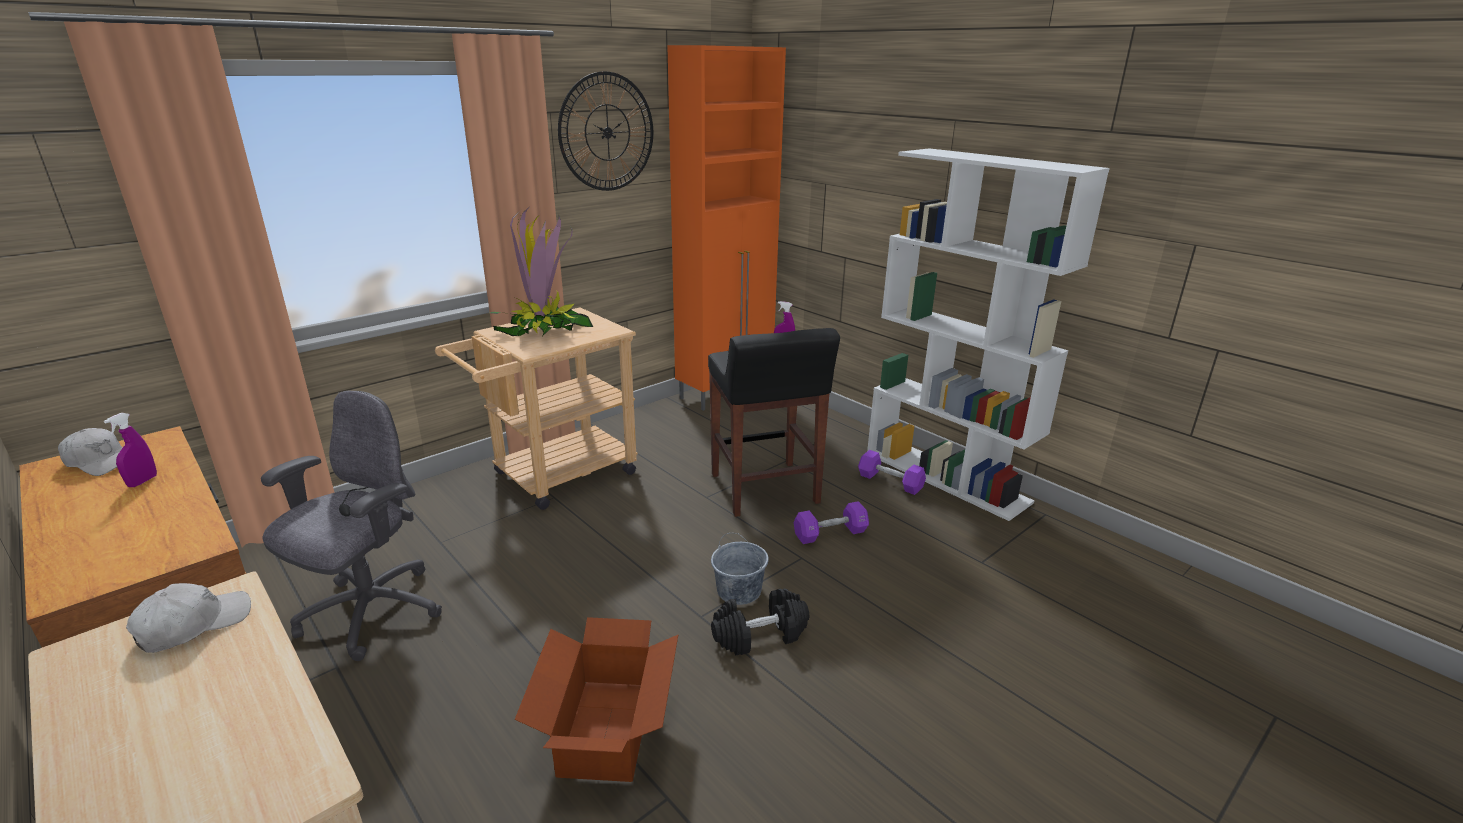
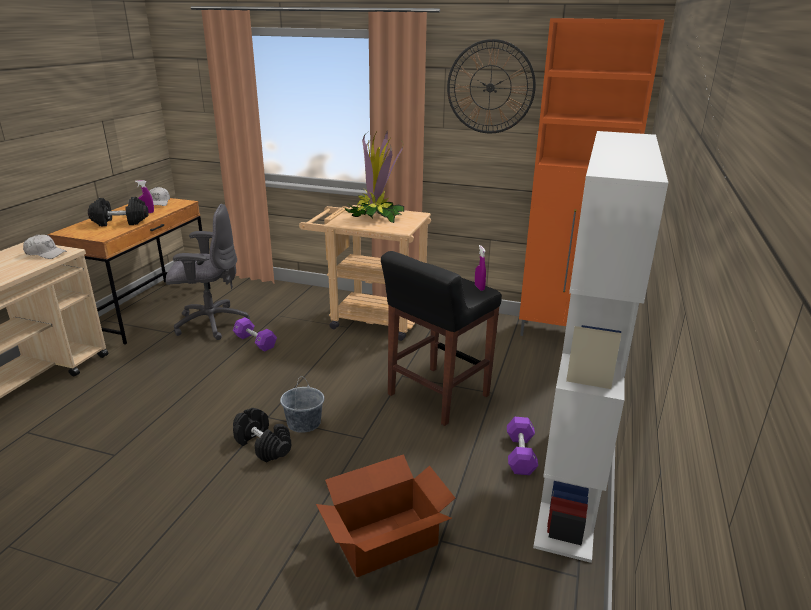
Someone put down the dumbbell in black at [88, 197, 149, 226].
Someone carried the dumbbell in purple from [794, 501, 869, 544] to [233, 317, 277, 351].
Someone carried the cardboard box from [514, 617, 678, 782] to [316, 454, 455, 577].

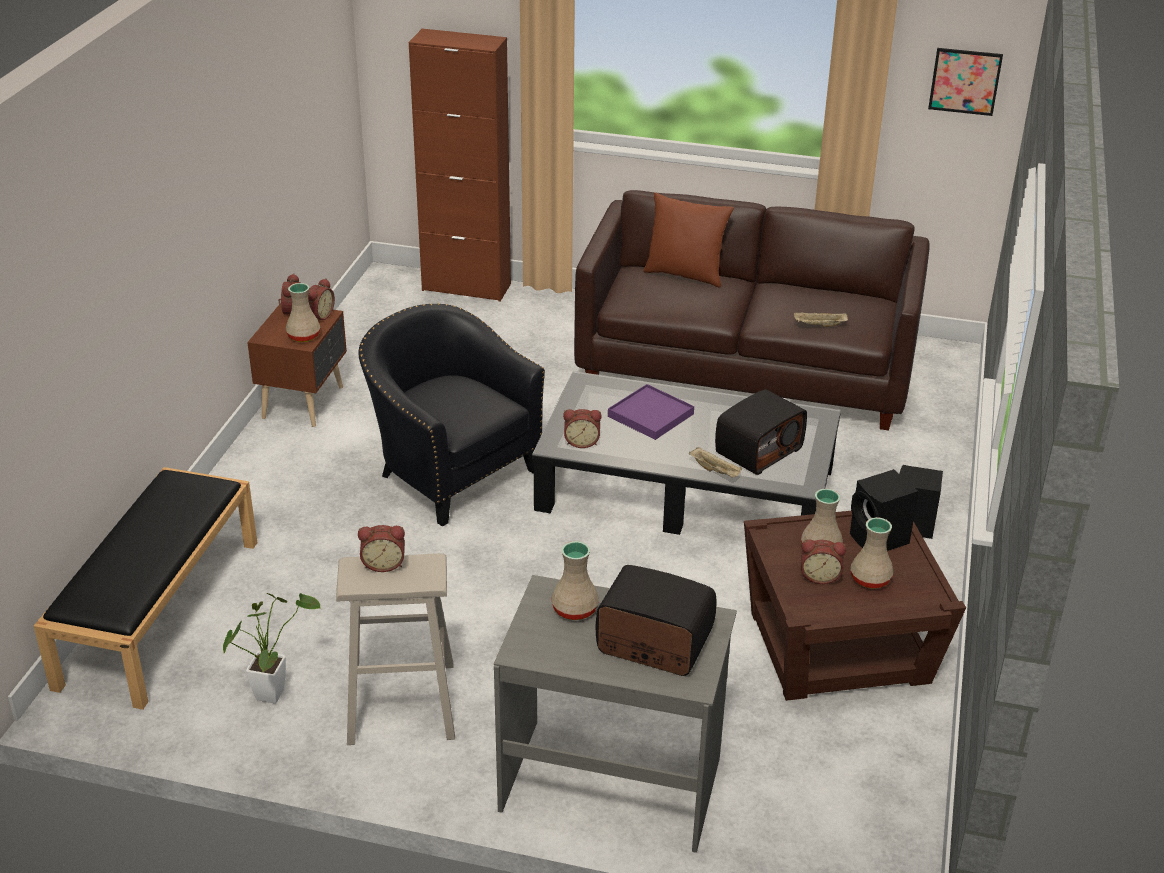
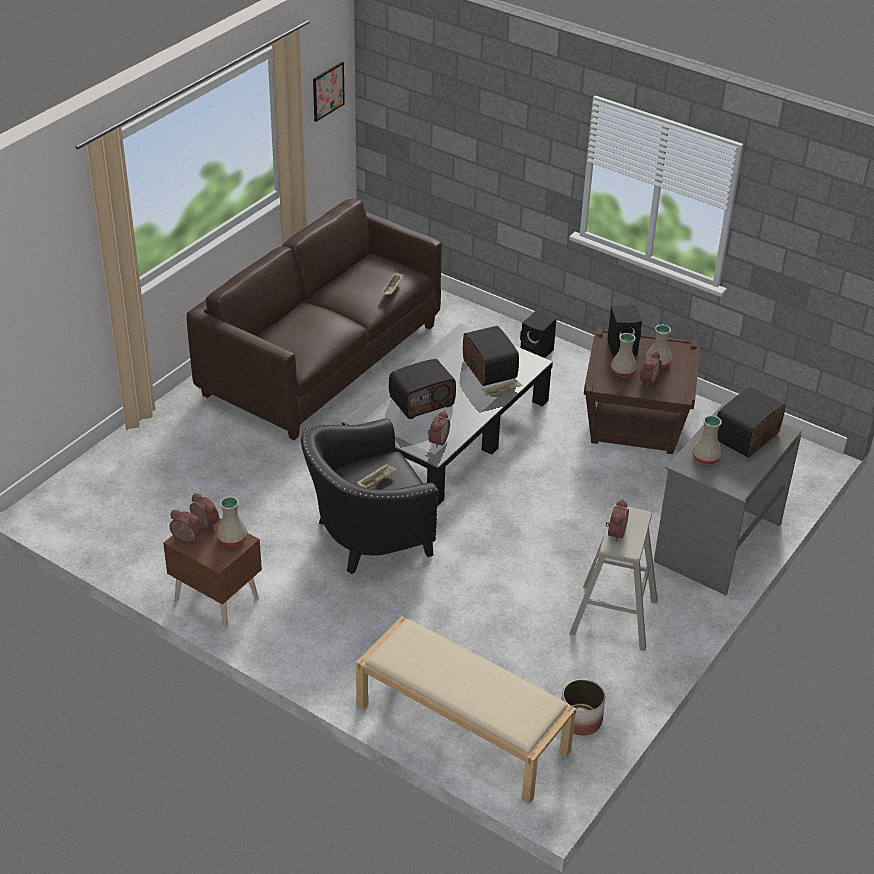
Someone repainted the bench in black at [34, 467, 257, 710], which became the bench in beige at [356, 616, 576, 804].
Someone put down the tray in beige at [357, 463, 397, 488].
Someone swapped the tray in purple at [608, 384, 694, 440] for the radio at [389, 359, 456, 419].
Someone put down the planter at [561, 679, 605, 735].
Someone took away the potted plant at [223, 593, 321, 704].
Someone took away the cabinet in brown at [409, 29, 511, 302].
Someone took away the pillow in brown at [643, 192, 734, 288].

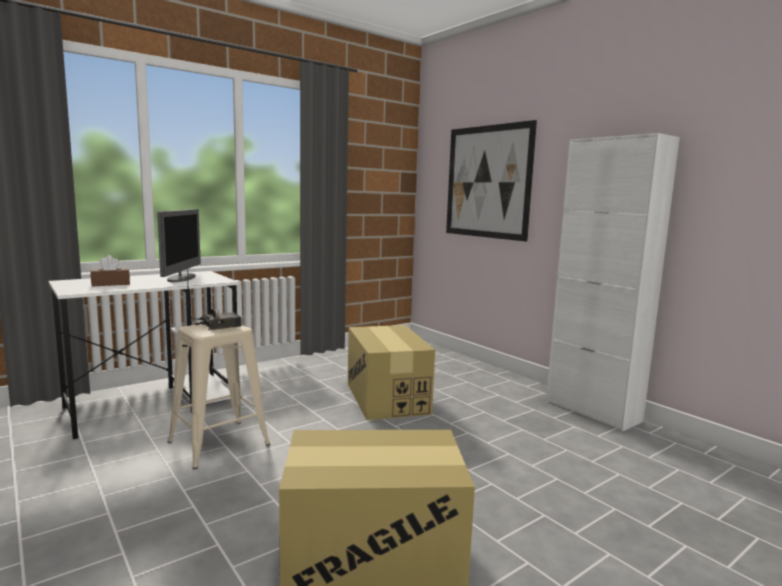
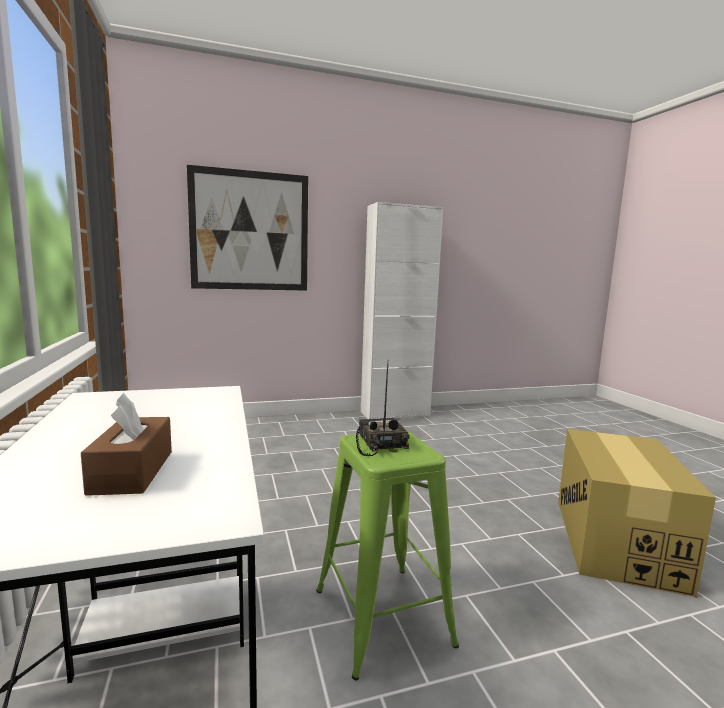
Someone repainted the stool in beige at [168, 324, 270, 469], which became the stool in green at [316, 430, 459, 681].
Someone took away the monitor at [157, 209, 201, 282].
Someone took away the cardboard box at [348, 325, 435, 420].

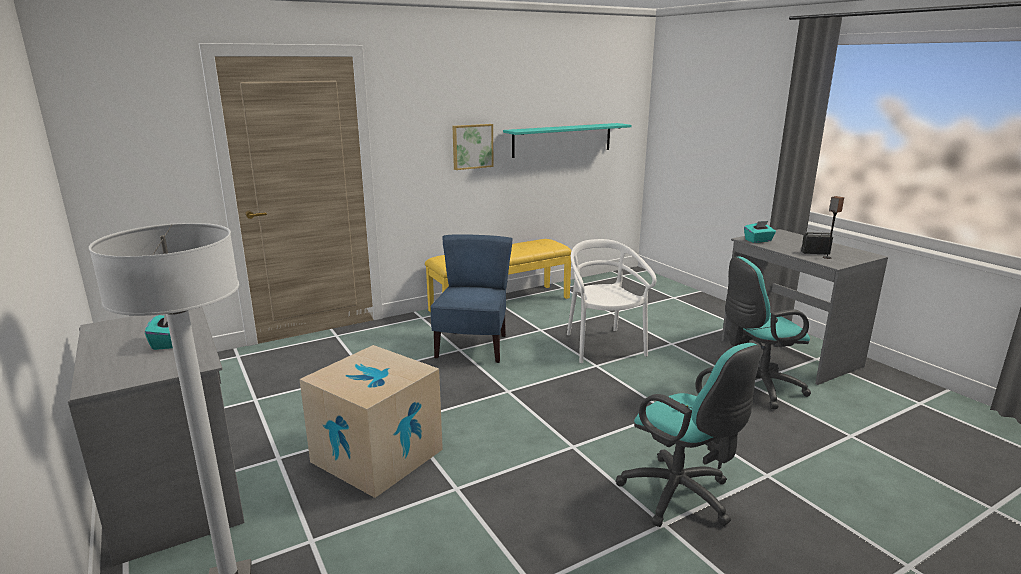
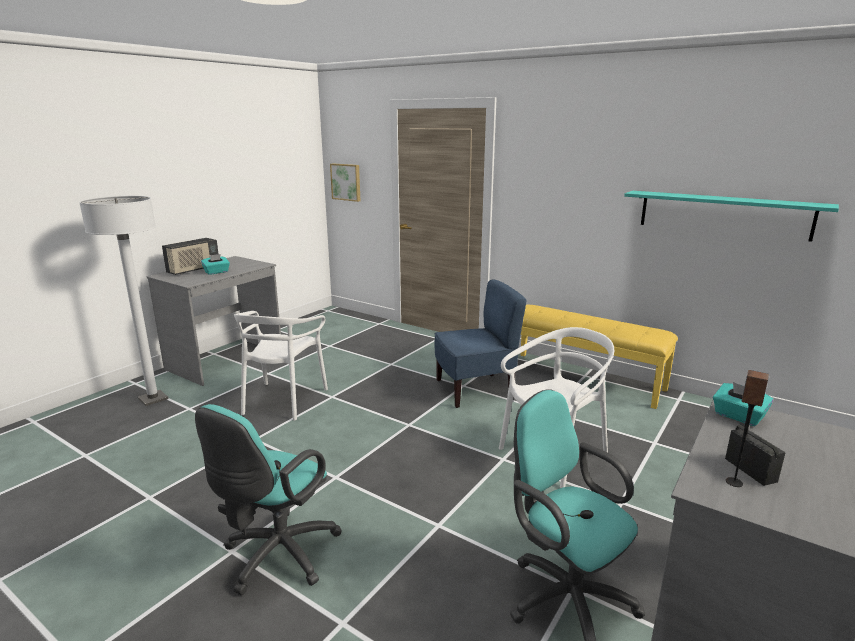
Someone put down the radio at [162, 238, 218, 275].
Someone swapped the cardboard box at [299, 345, 443, 498] for the chair in white at [234, 311, 328, 421].
Someone carried the picture from [452, 124, 494, 170] to [330, 164, 360, 202].

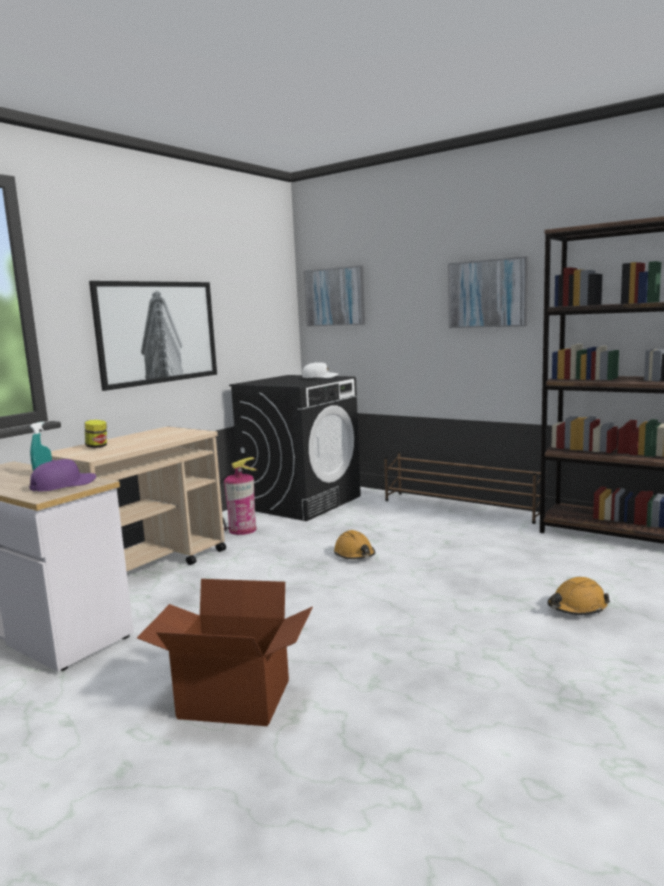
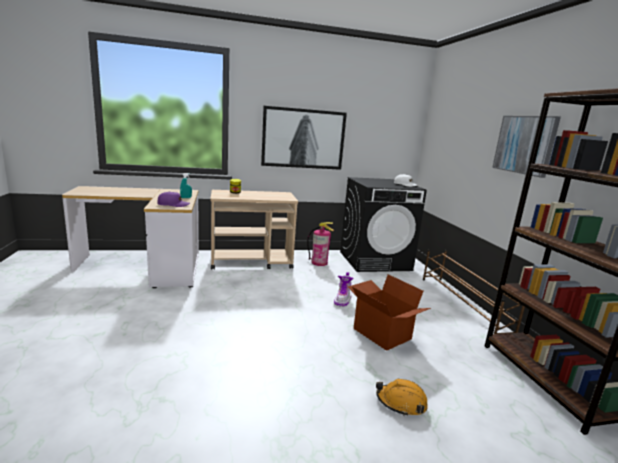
Someone swapped the hard hat in orange at [334, 530, 375, 559] for the boot at [334, 272, 354, 307].
Someone carried the cardboard box from [137, 579, 313, 726] to [348, 274, 431, 351].
Someone took away the picture at [304, 265, 365, 327].

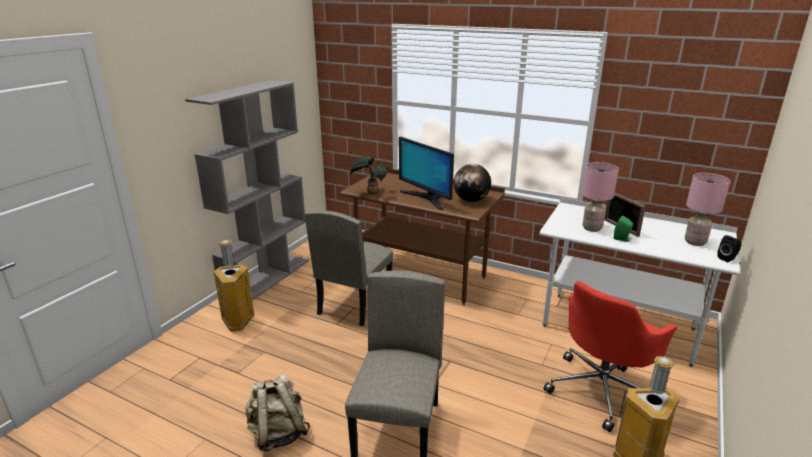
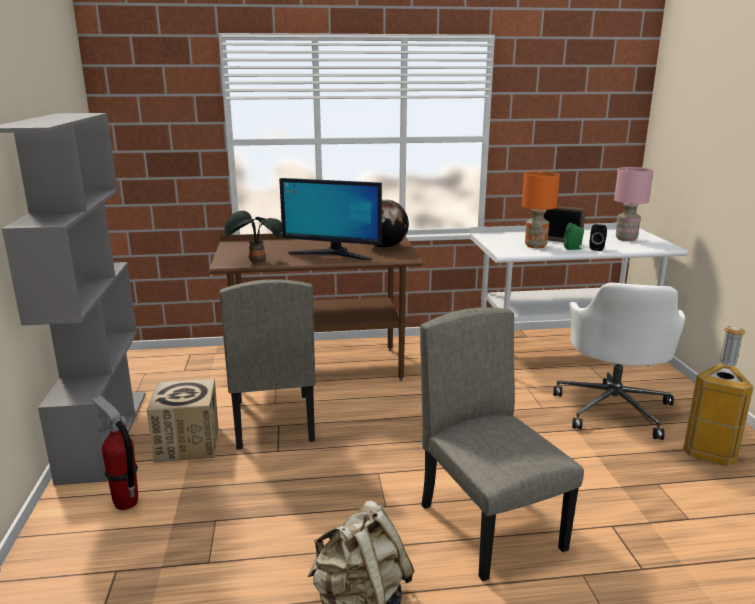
Someone swapped the trash can at [214, 240, 254, 332] for the fire extinguisher at [92, 396, 138, 510].
Someone put down the cardboard box at [147, 378, 218, 462].
Someone repainted the table lamp in pink at [582, 162, 619, 232], which became the table lamp in orange at [522, 171, 560, 248].
Someone repainted the office chair in red at [544, 282, 677, 432], which became the office chair in white at [553, 283, 686, 440].
Someone carried the speaker in black from [717, 235, 742, 262] to [589, 224, 607, 251].

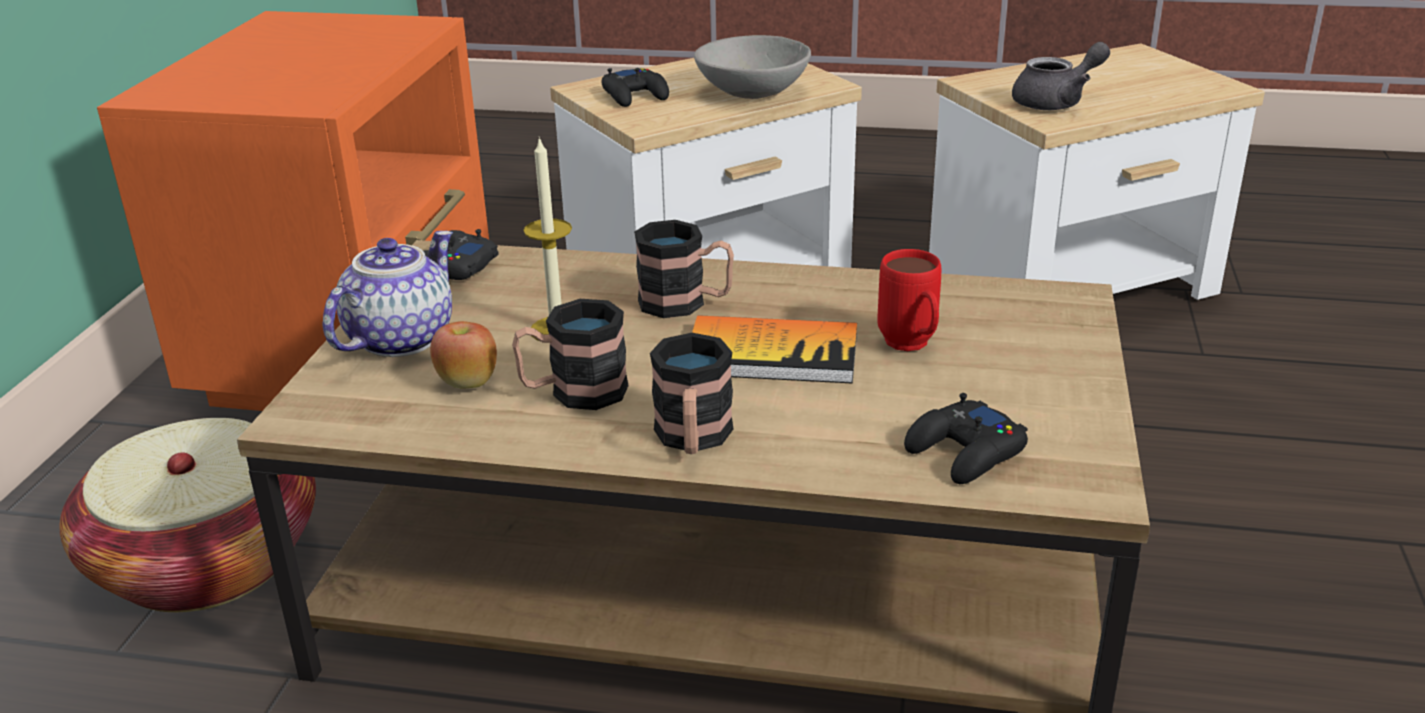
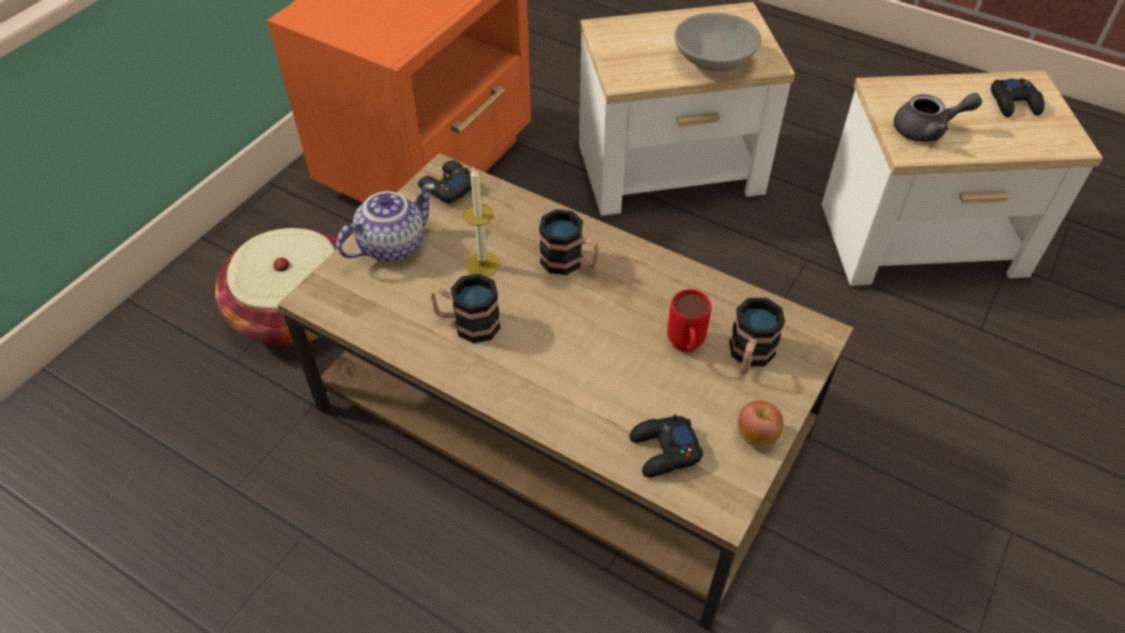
Someone carried the mug from [650, 333, 734, 454] to [729, 298, 785, 374].
Someone carried the apple from [430, 321, 497, 388] to [738, 400, 784, 447].
Someone carried the game controller in black from [601, 68, 669, 107] to [991, 78, 1045, 117].
Someone took away the book at [692, 315, 857, 384].

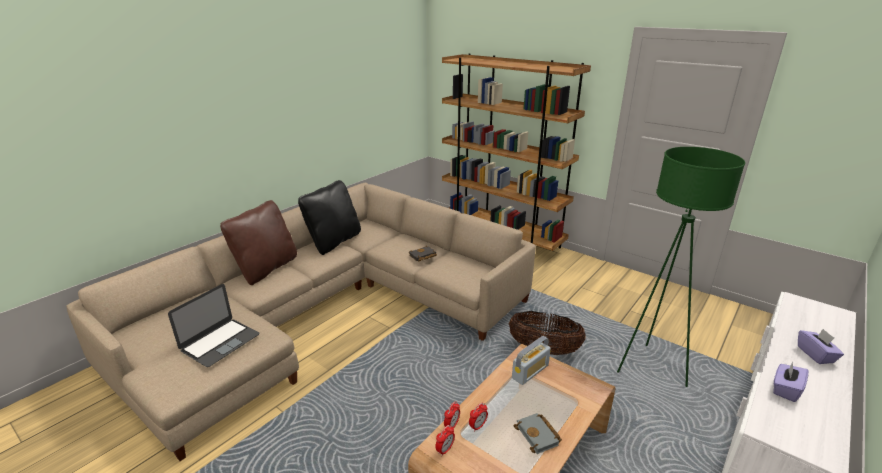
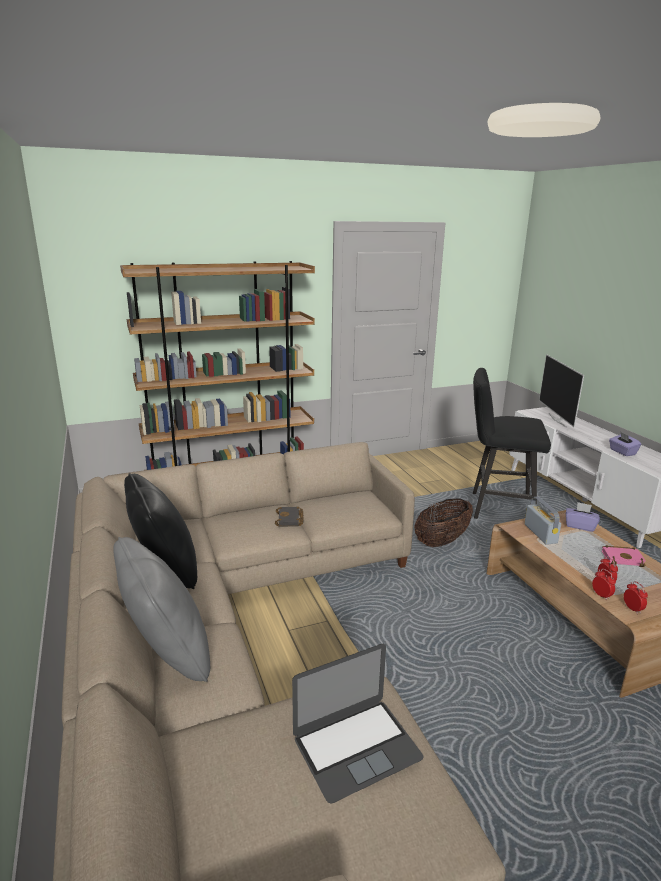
Someone repainted the pillow in brown at [220, 200, 297, 285], which became the pillow in grey at [113, 537, 210, 682].
Someone rotated the laptop at [168, 284, 259, 367] by 90 degrees clockwise.
Someone swapped the floor lamp in green at [617, 147, 745, 387] for the stool in black at [473, 368, 551, 519].
Someone put down the television at [539, 354, 584, 427].
Someone carried the tissue box in purple from [798, 329, 844, 364] to [566, 502, 600, 532].
Someone repainted the book in grey at [514, 413, 562, 454], which became the book in pink at [602, 545, 646, 567].

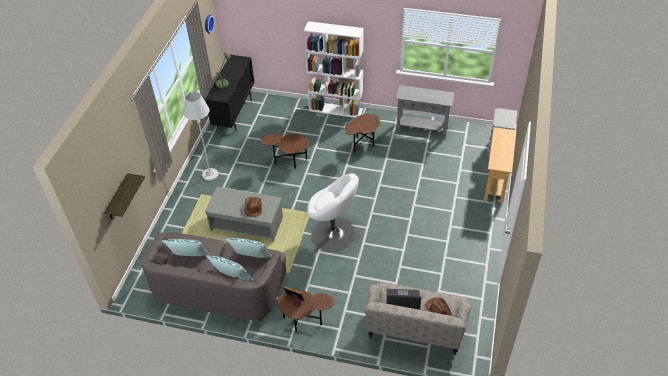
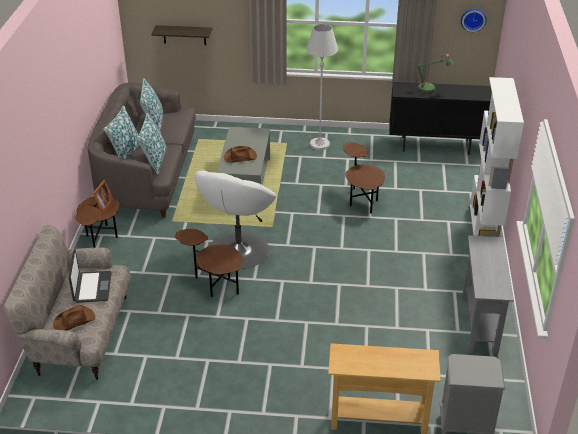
Someone carried the side table in brown from [345, 114, 381, 152] to [175, 229, 243, 297].

